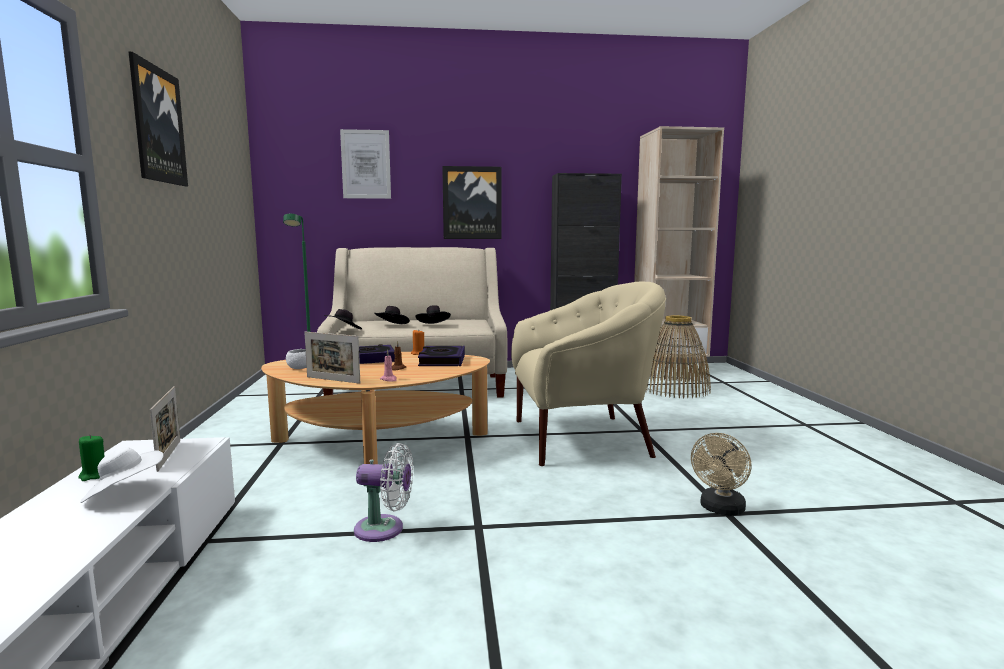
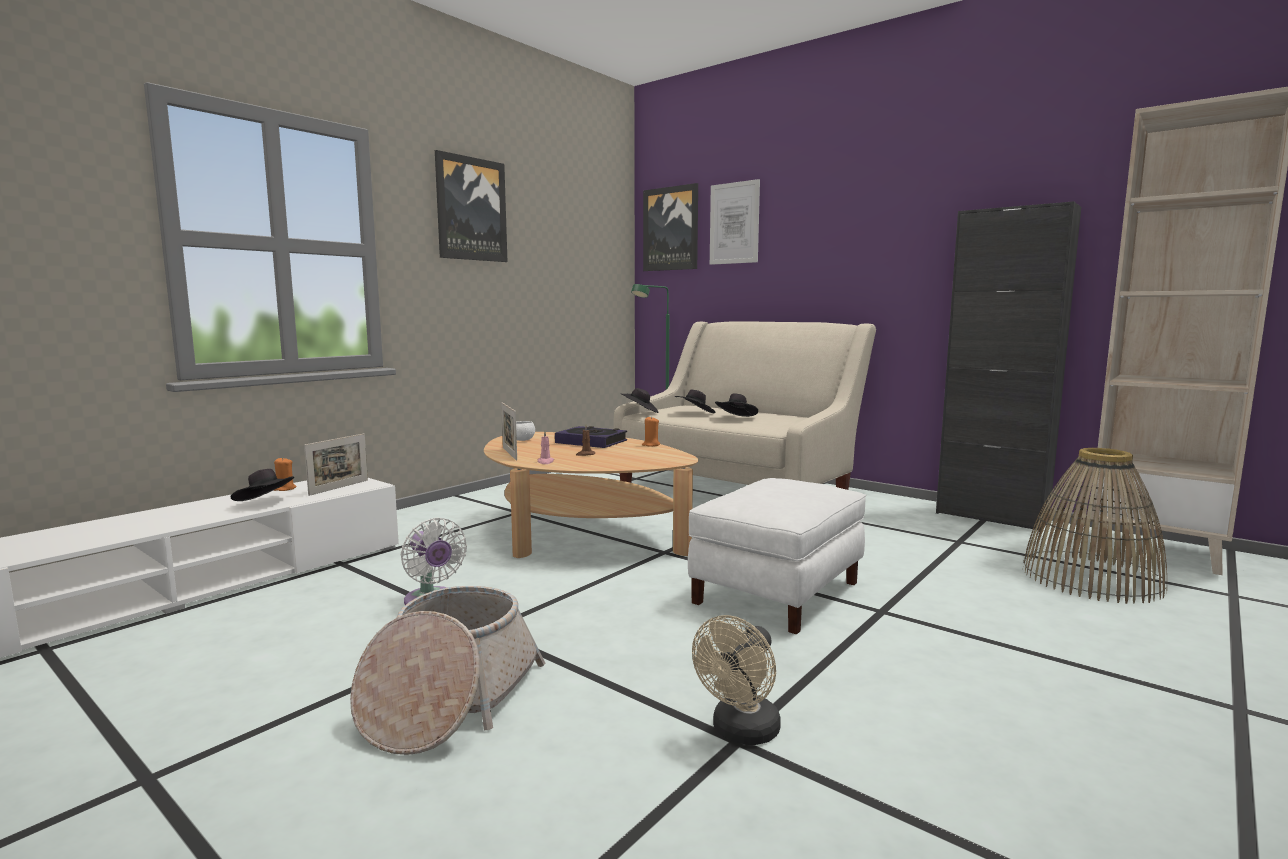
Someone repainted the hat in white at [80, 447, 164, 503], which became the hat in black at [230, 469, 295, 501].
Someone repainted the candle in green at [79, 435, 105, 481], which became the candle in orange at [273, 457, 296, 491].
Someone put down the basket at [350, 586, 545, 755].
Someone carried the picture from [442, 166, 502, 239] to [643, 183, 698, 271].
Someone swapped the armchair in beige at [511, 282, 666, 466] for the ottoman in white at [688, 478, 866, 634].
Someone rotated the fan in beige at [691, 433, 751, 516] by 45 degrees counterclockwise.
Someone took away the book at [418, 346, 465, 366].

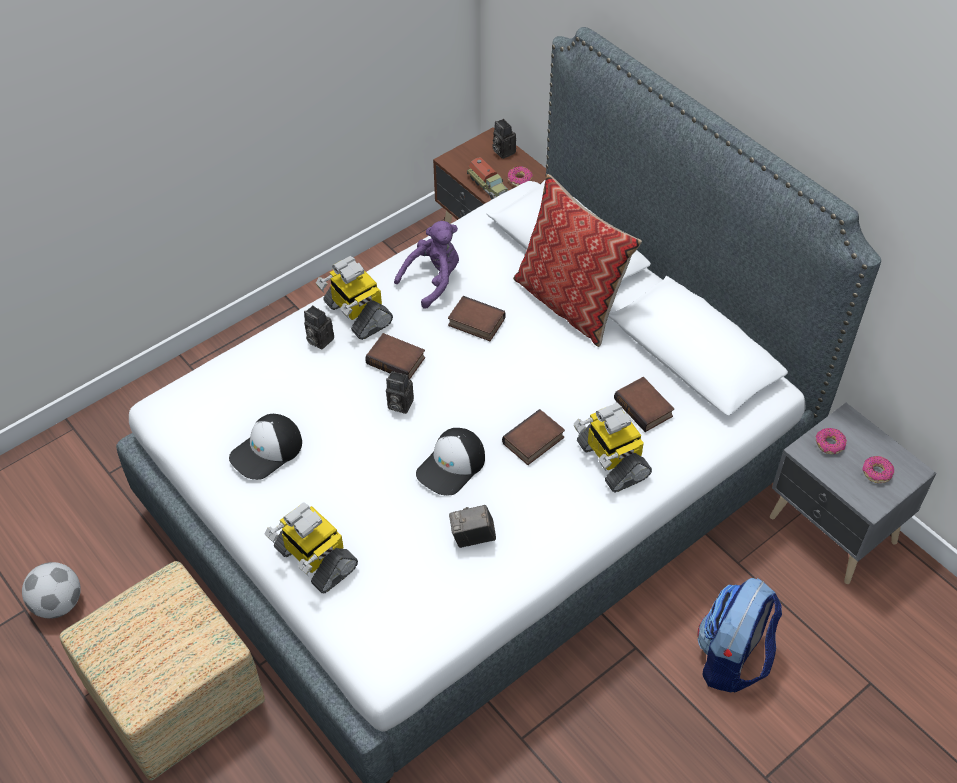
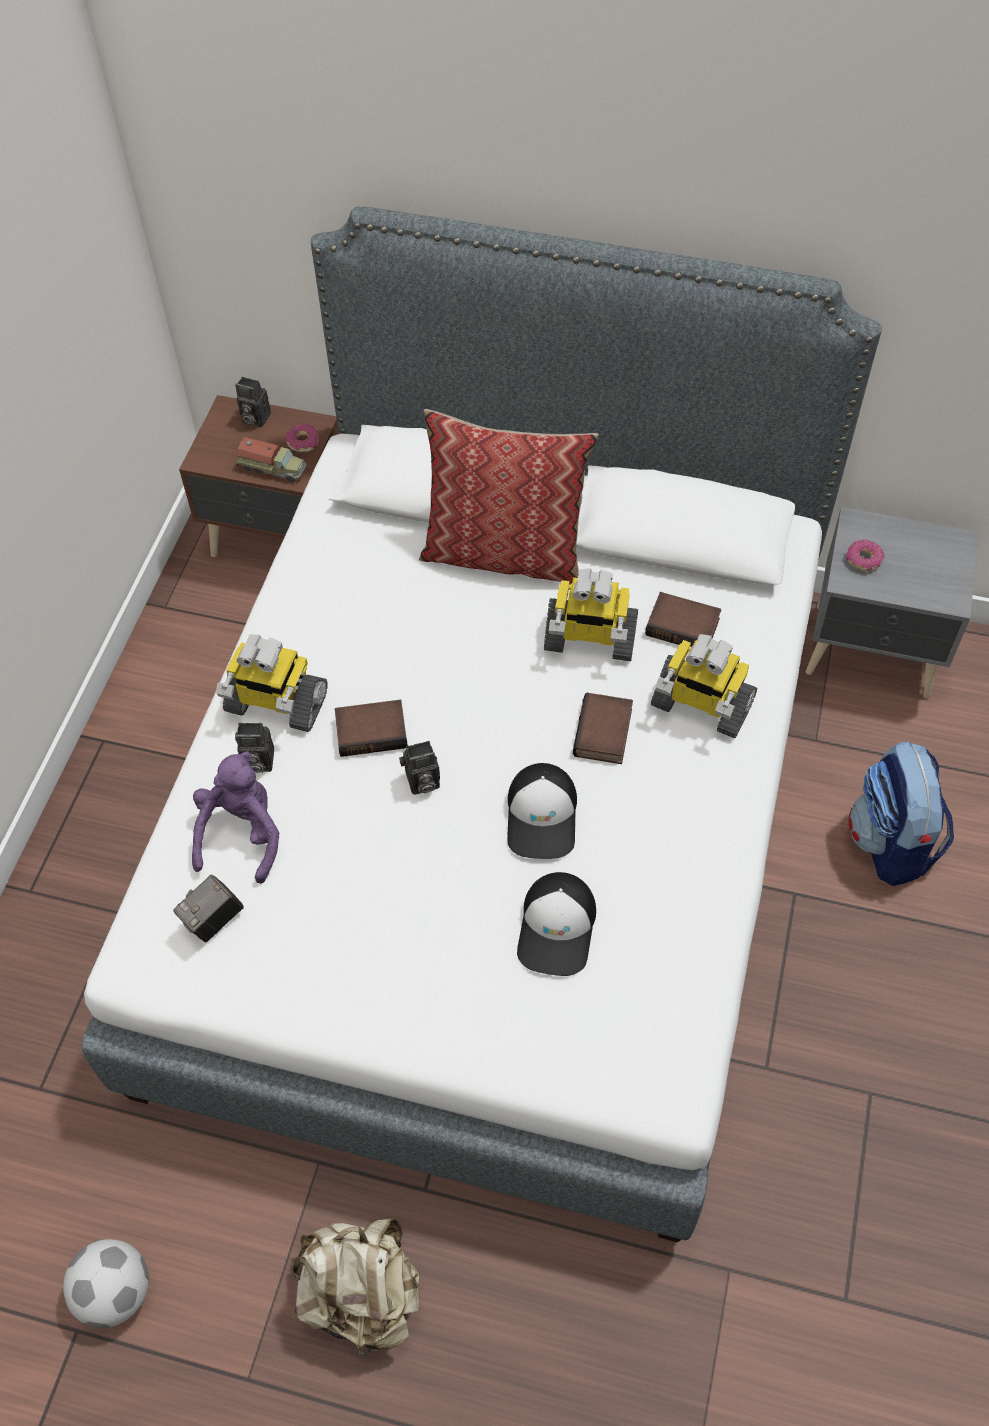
Someone carried the photo camera from [449, 505, 496, 548] to [173, 875, 244, 942].
Someone carried the plush toy in purple from [394, 221, 459, 309] to [192, 751, 279, 884].
Someone swapped the ottoman at [60, 561, 265, 781] for the backpack in beige at [292, 1219, 420, 1359].
Someone carried the cap from [229, 414, 302, 480] to [517, 872, 596, 976].
Someone carried the toy robot from [265, 502, 358, 593] to [544, 568, 638, 661].
Someone took away the book at [448, 296, 506, 341].
Someone took away the donut at [862, 456, 894, 483].

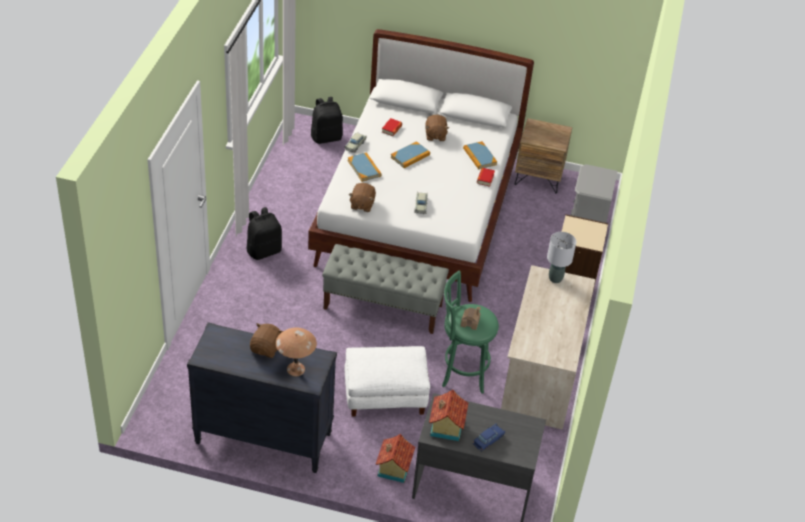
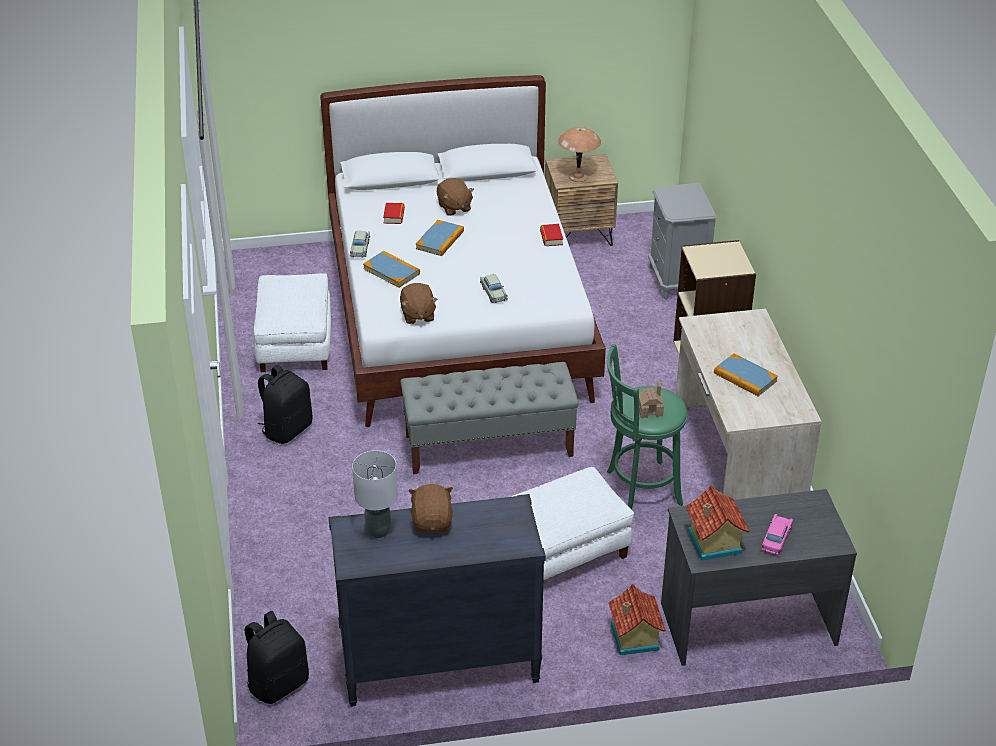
Someone carried the backpack in black from [311, 97, 343, 144] to [245, 611, 309, 704].
Someone put down the ottoman in white at [254, 273, 331, 372].
Someone carried the table lamp in grey from [547, 232, 576, 283] to [352, 450, 398, 538].
Someone carried the table lamp in brown from [276, 328, 317, 376] to [558, 127, 601, 182].
Someone carried the book from [463, 141, 497, 170] to [714, 353, 778, 397].
Someone repainted the toy car in blue at [473, 424, 505, 451], which became the toy car in pink at [761, 514, 793, 555].

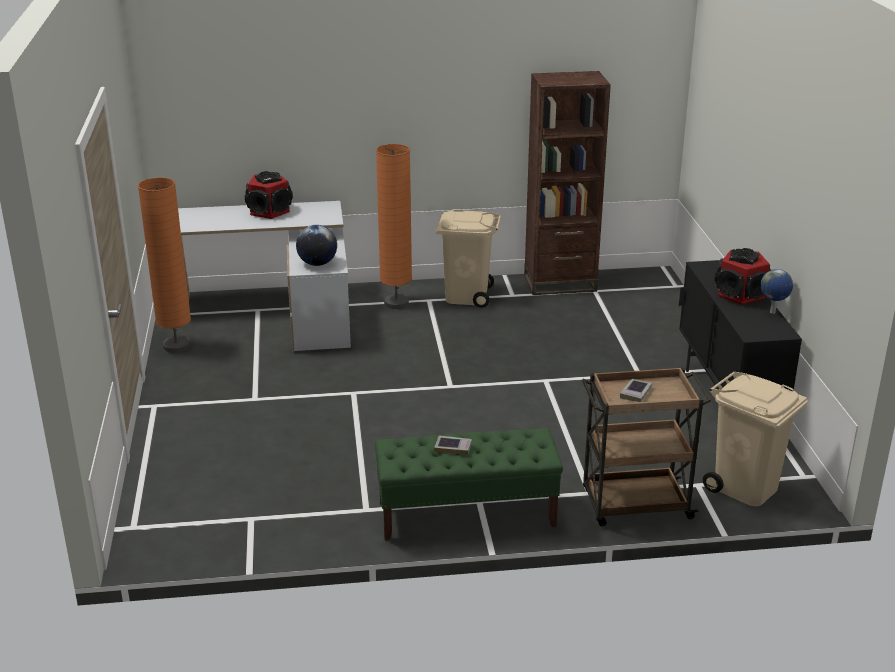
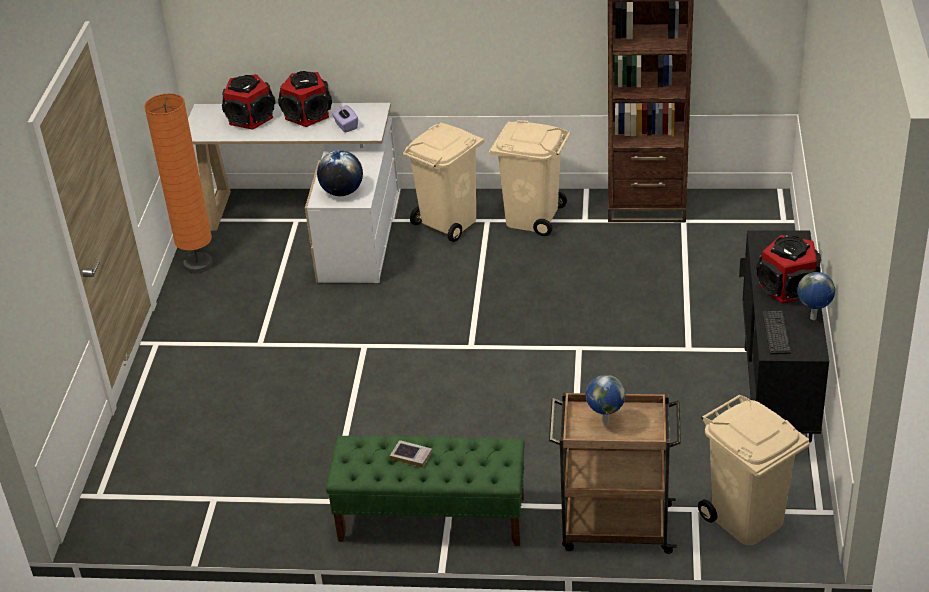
Someone put down the speaker at [222, 74, 275, 130].
Someone put down the tissue box in purple at [332, 105, 358, 133].
Someone swapped the floor lamp in orange at [376, 144, 412, 309] for the trash can in beige at [403, 123, 484, 242].
Someone swapped the book at [620, 379, 652, 402] for the globe at [586, 375, 626, 425].
Someone put down the keyboard at [763, 311, 791, 355].

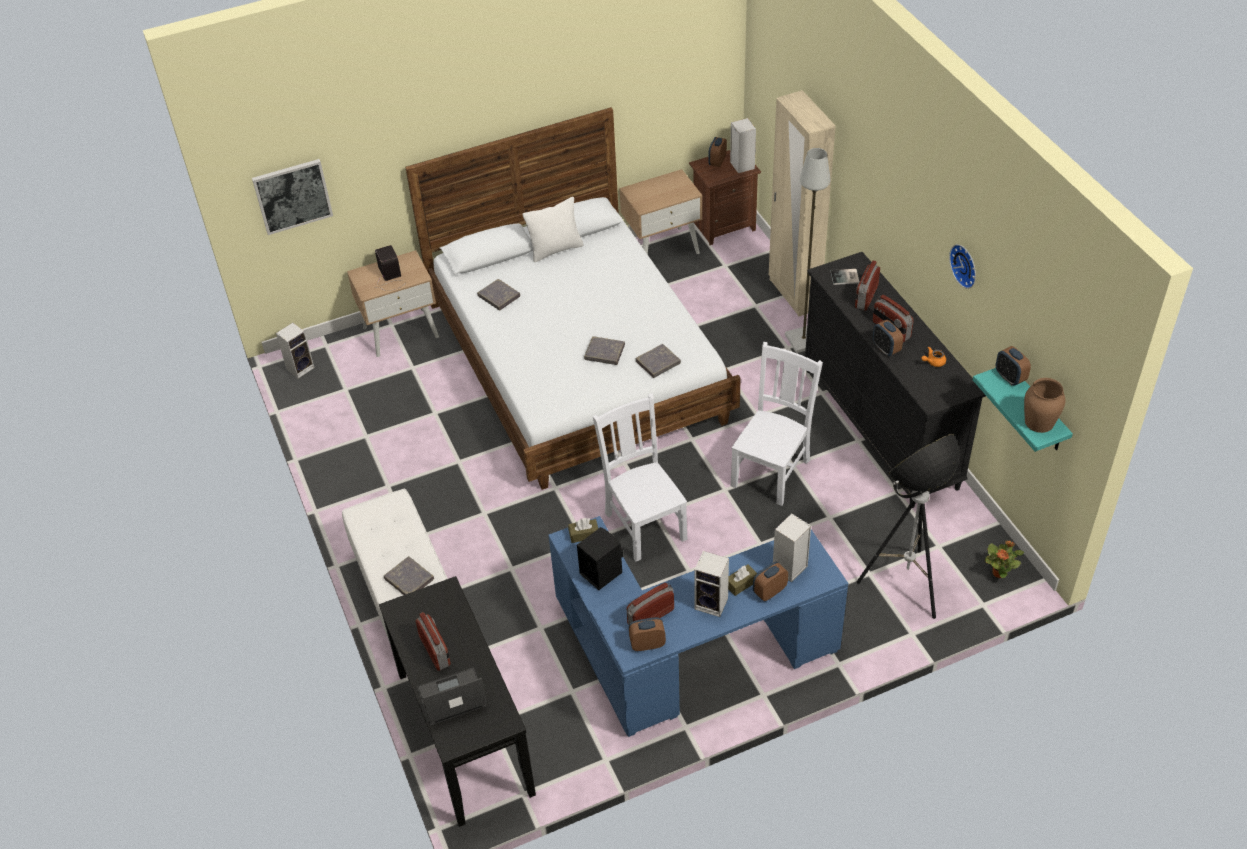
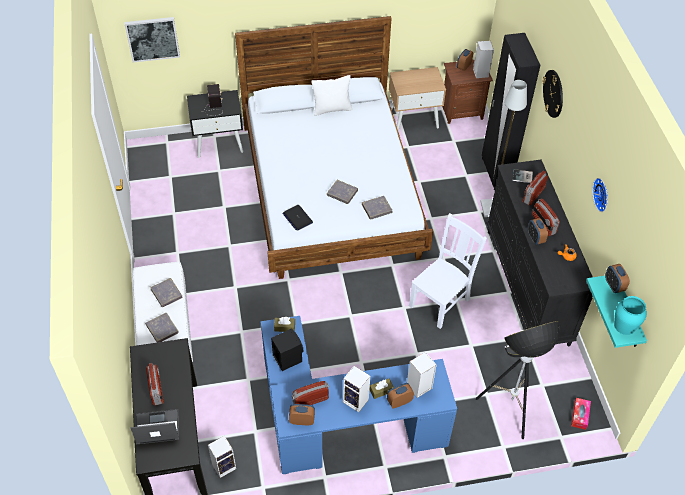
Someone carried the book in grey from [477, 279, 520, 310] to [150, 278, 183, 307].
Someone repainted the nightstand in beige at [347, 250, 439, 357], which became the nightstand in black at [187, 90, 243, 158].
Someone carried the speaker from [276, 323, 315, 379] to [208, 436, 236, 478].
Someone put down the laptop at [283, 205, 313, 231].
Someone repainted the wardrobe in beige at [769, 90, 836, 317], which became the wardrobe in black at [482, 33, 540, 190].
Someone put up the wall clock at [542, 70, 563, 118].
Someone swapped the potted plant at [985, 540, 1024, 578] for the tissue box at [571, 398, 591, 430].
Someone repainted the vase in brown at [1024, 378, 1065, 433], which became the vase in turquoise at [614, 296, 647, 335].
Someone took away the chair in white at [593, 394, 688, 561].

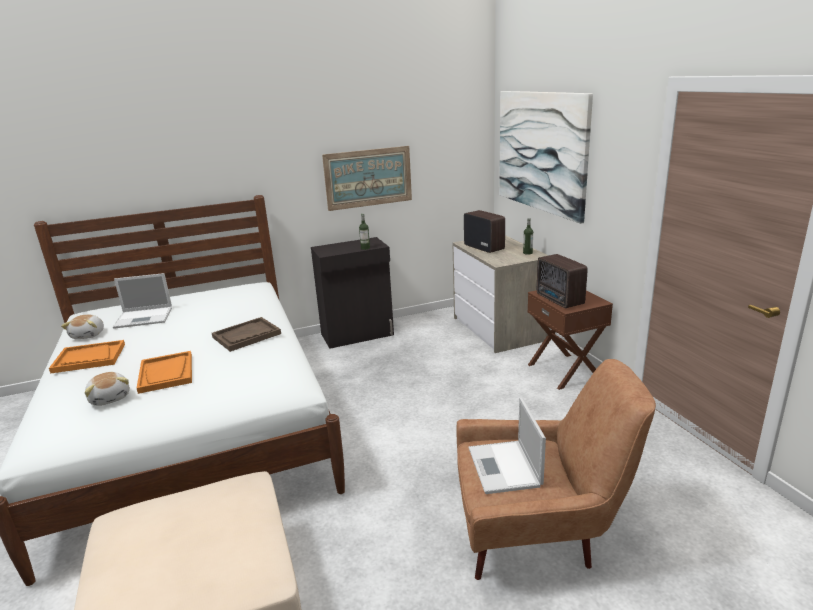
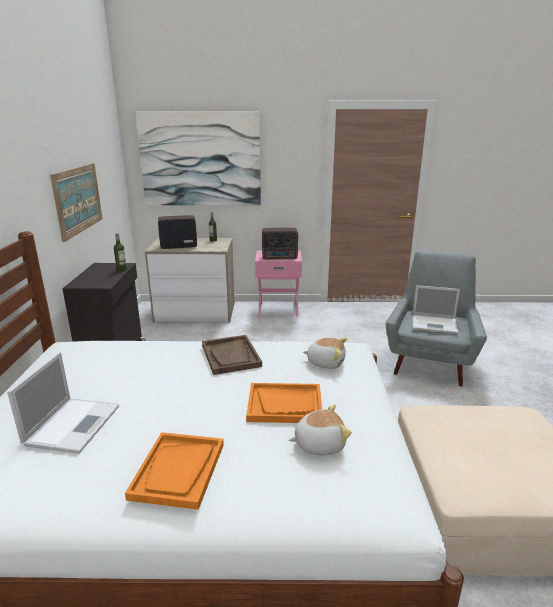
Someone repainted the nightstand in brown at [527, 290, 613, 390], which became the nightstand in pink at [255, 250, 302, 317].
Someone carried the plush toy from [61, 315, 104, 339] to [303, 338, 347, 369].
Someone repainted the armchair in brown at [457, 359, 656, 580], which became the armchair in grey at [386, 250, 487, 387].

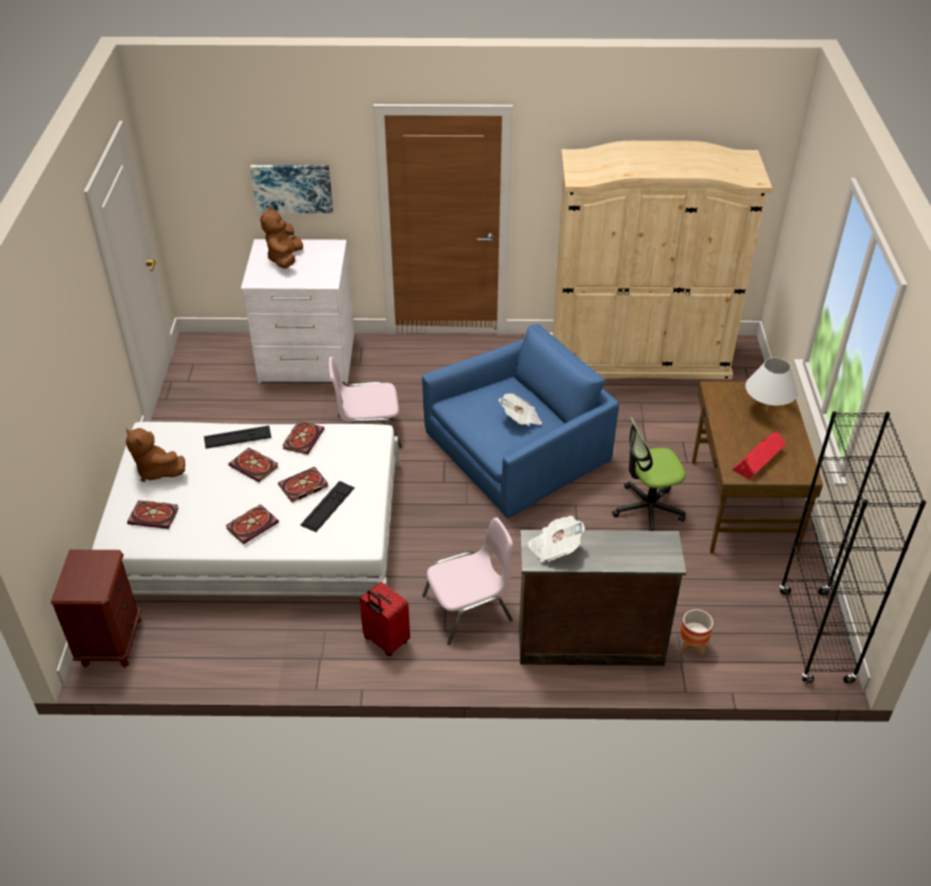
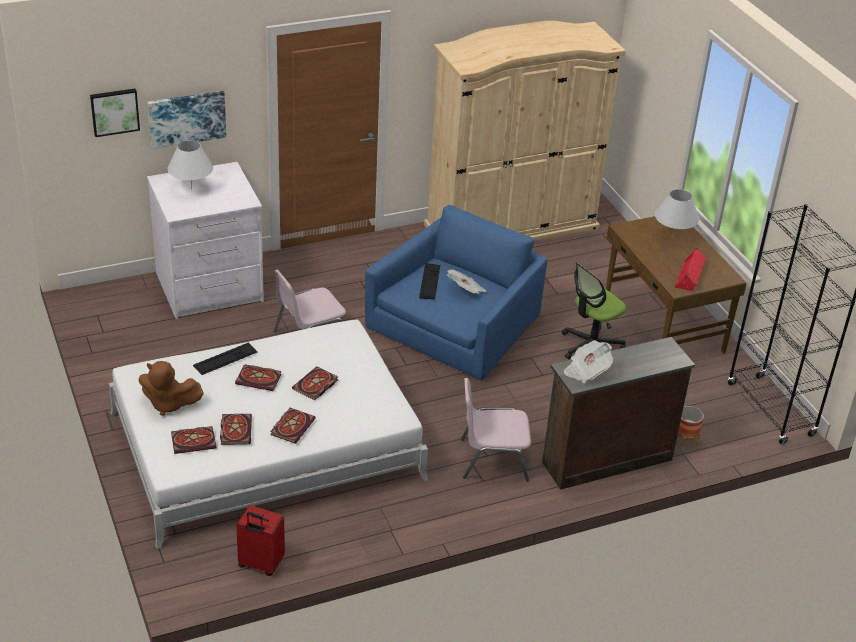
Someone put up the picture at [90, 89, 140, 137].
Someone swapped the plush toy in brown at [260, 207, 303, 269] for the table lamp in white at [168, 140, 213, 189].
Someone carried the book from [282, 421, 325, 455] to [220, 414, 252, 445].
Someone carried the suitcase in red from [360, 582, 410, 656] to [236, 505, 285, 576].
Someone carried the keyboard from [300, 481, 355, 532] to [419, 263, 440, 300].
Someone rotated the chair in pink at [422, 518, 513, 645] by 135 degrees counterclockwise.
Someone took away the nightstand in brown at [51, 550, 141, 668].

